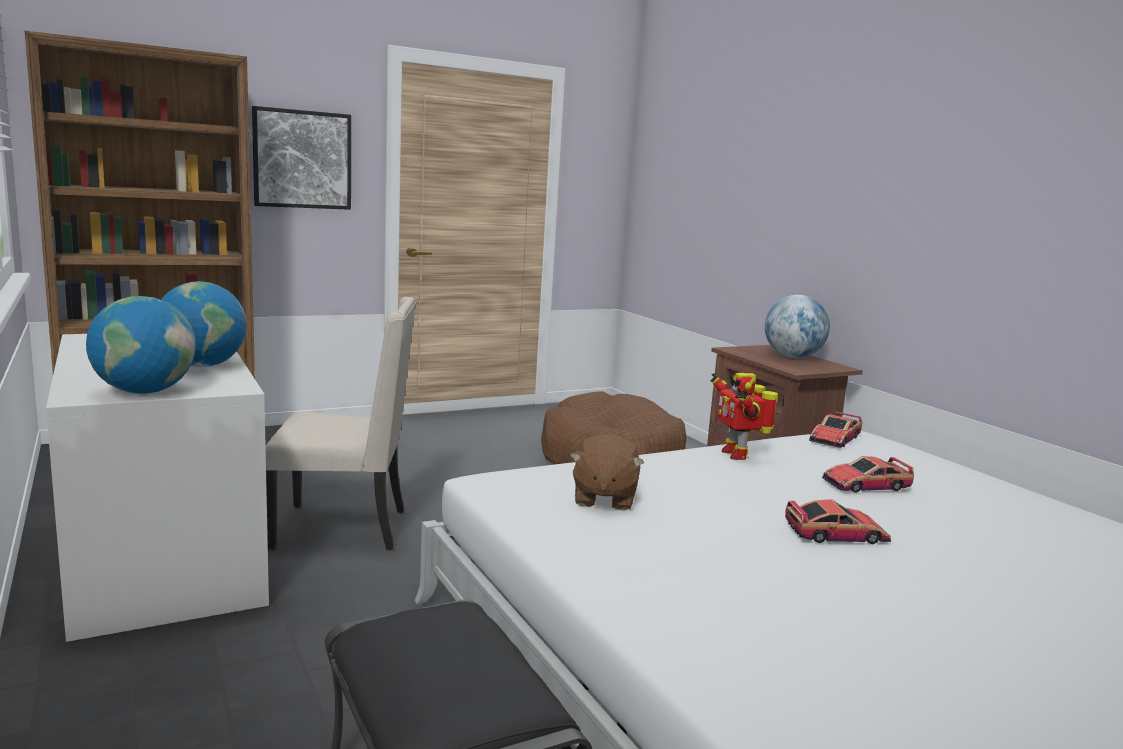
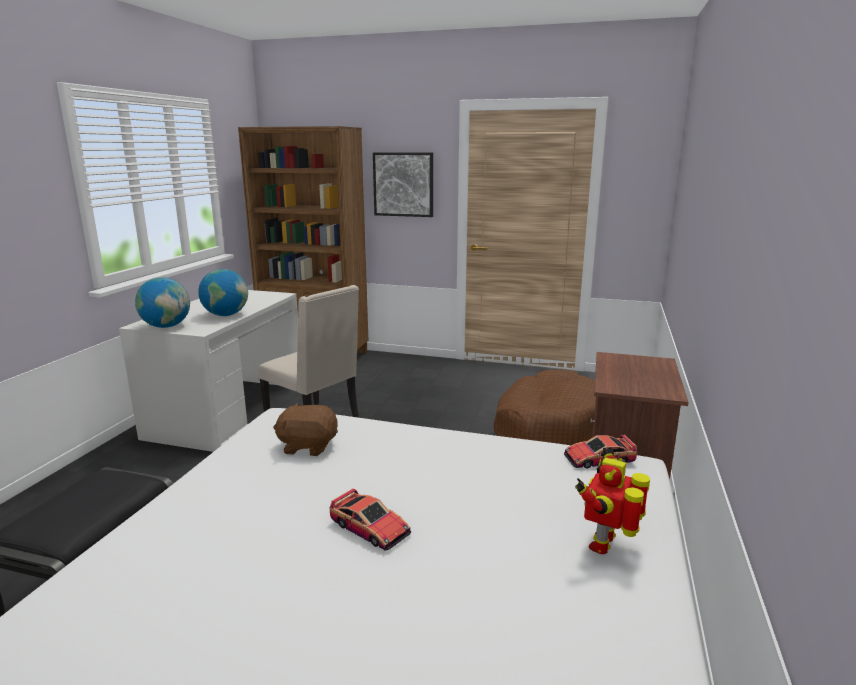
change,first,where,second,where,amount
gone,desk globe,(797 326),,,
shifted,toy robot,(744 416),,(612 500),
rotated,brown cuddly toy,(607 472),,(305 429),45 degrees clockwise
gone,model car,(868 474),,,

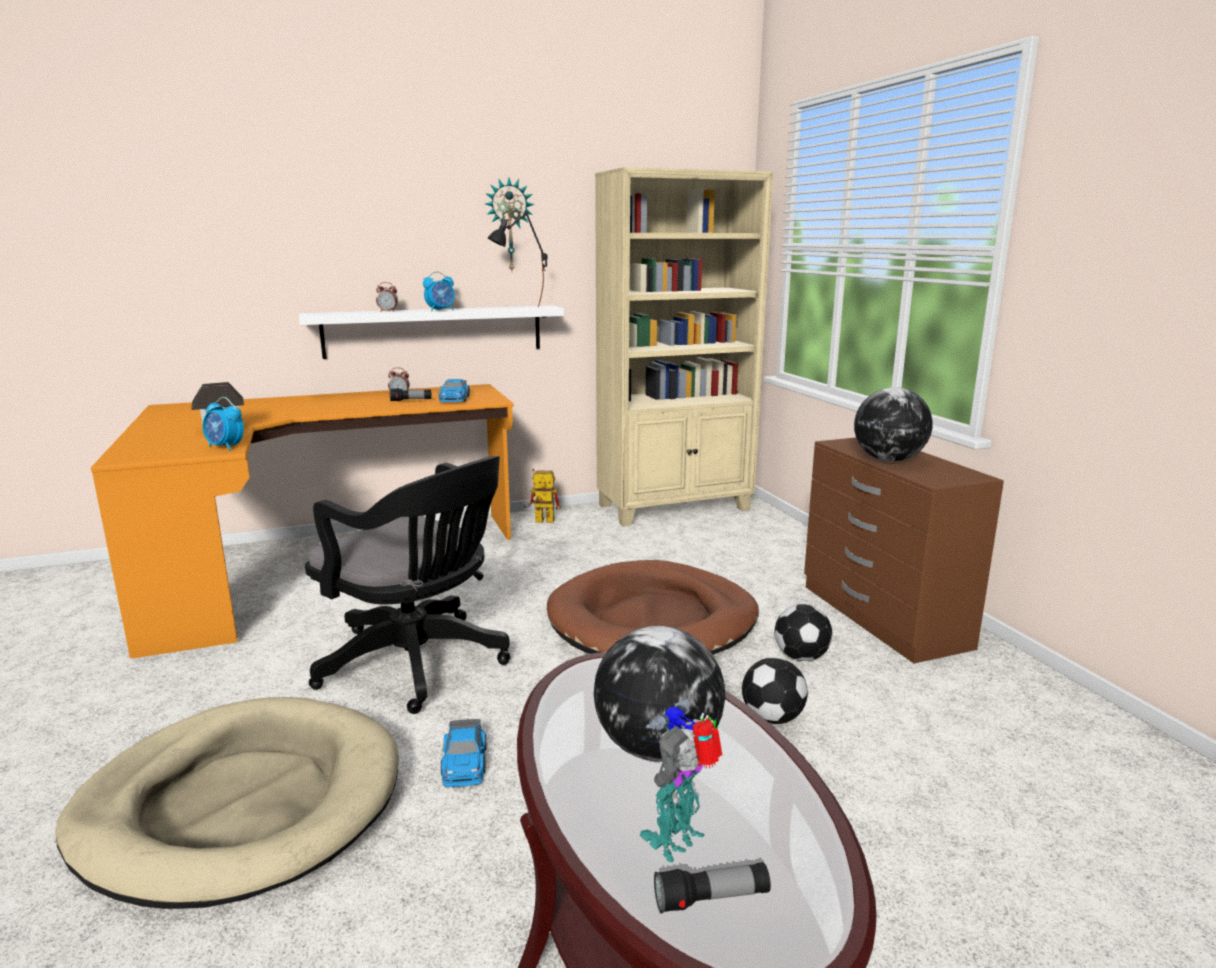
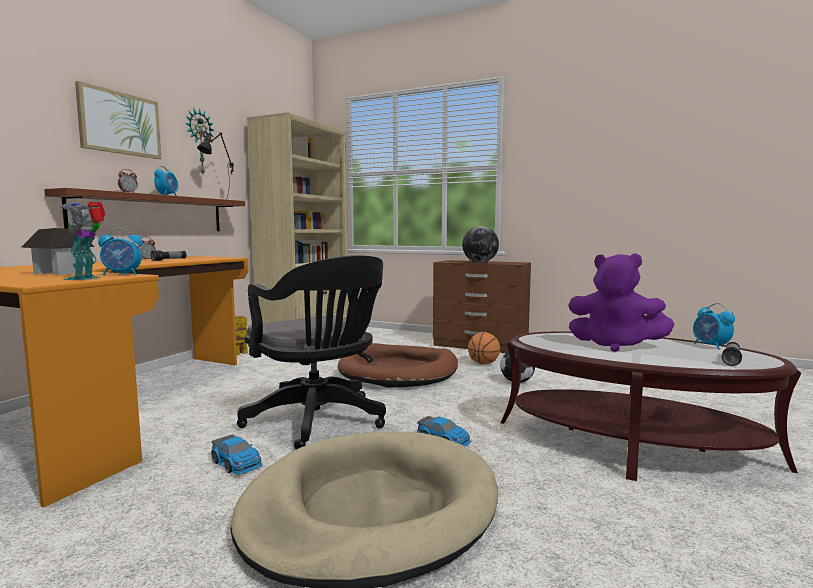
change,first,where,second,where,amount
repainted,white-coloured wall shelf,(431 332),brown wall shelf,(144 209),
shifted,model car,(454 390),,(237 455),
rotated,blackish computer chair,(407 585),,(311 352),60 degrees clockwise
swapped,football,(803 632),ball for basketball,(484 348),
swapped,desk globe,(659 694),purplish cuddly toy,(621 302),
shifted,toy robot,(681 781),,(83 240),
new,,,wall picture,(118 120),
new,,,alarm clock,(714 326),

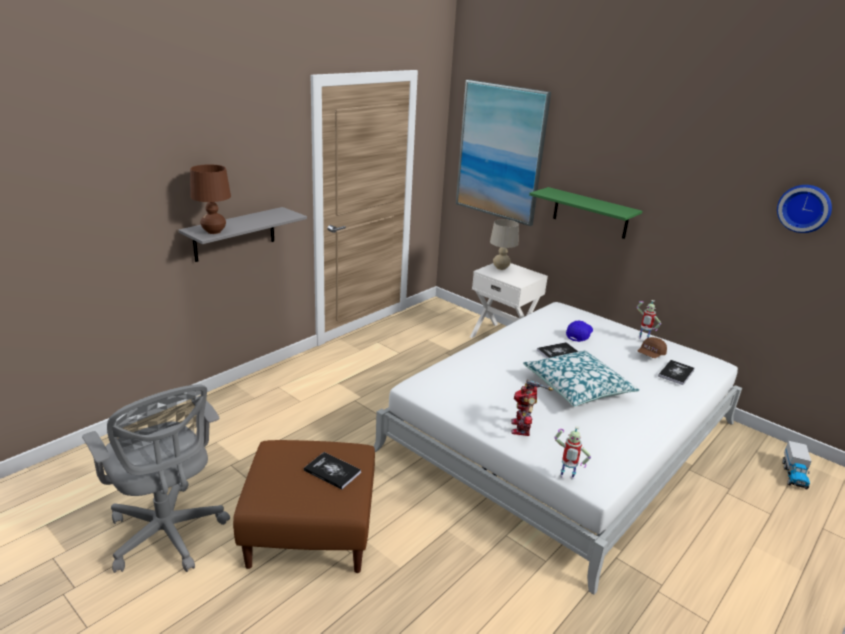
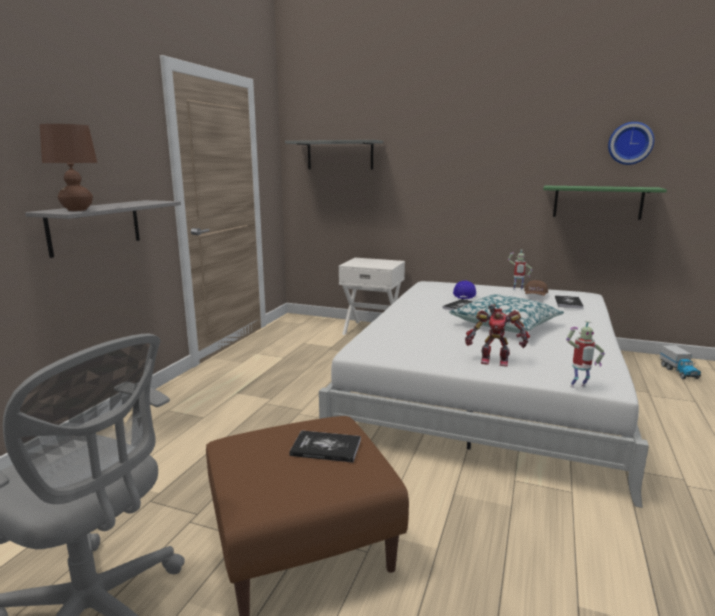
change,first,where,second,where,amount
swapped,wall picture,(503 153),gray wall shelf,(334 155),
shifted,green-coloured wall shelf,(585 213),,(605 203),
gone,beige-coloured table lamp,(504 244),,,
rotated,toy robot,(532 407),,(497 335),60 degrees counterclockwise

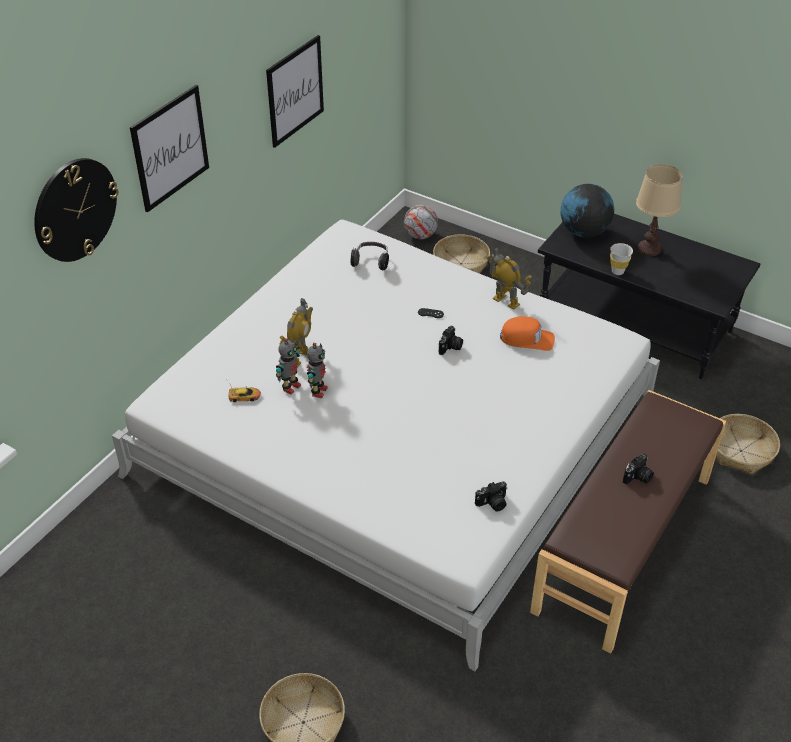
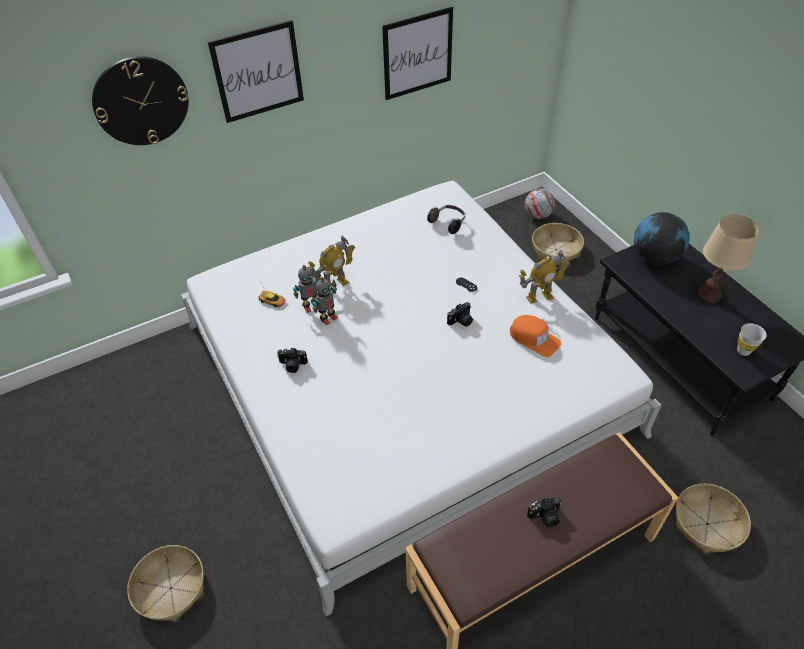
change,first,where,second,where,amount
shifted,white-coloured drinking cup,(621 259),,(752 339),
rotated,toy robot,(509 278),,(544 277),90 degrees clockwise
shifted,still camera,(491 496),,(292 360),

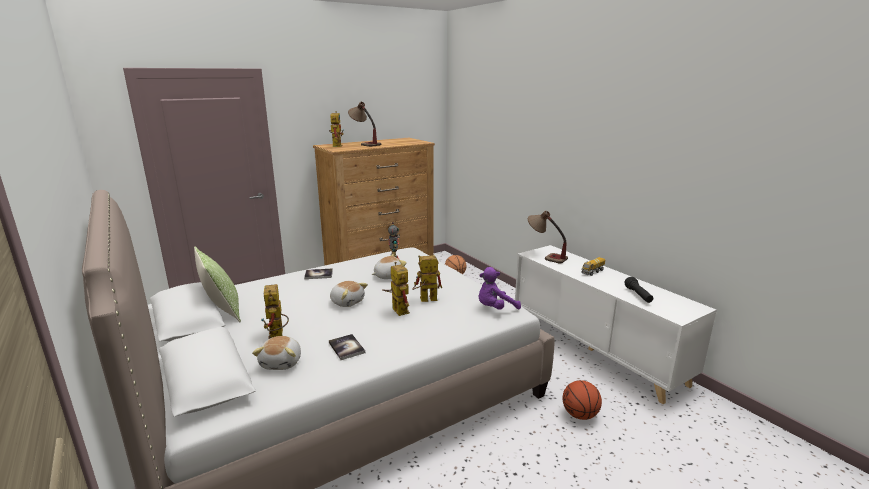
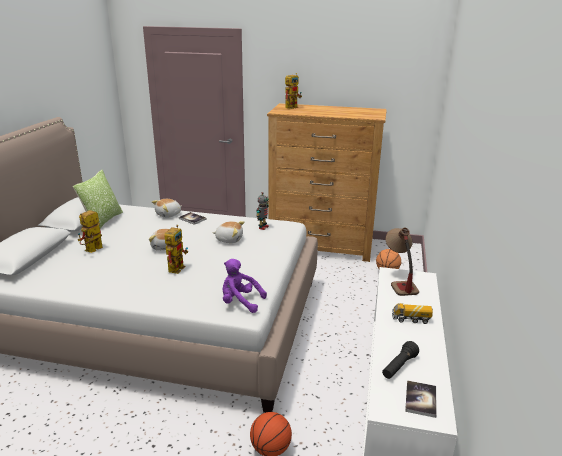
change,first,where,second,where,amount
gone,table lamp,(364 124),,,
gone,toy robot,(427 278),,,
shifted,volume,(347 347),,(421 399),
shifted,cuddly toy,(276 353),,(167 208),

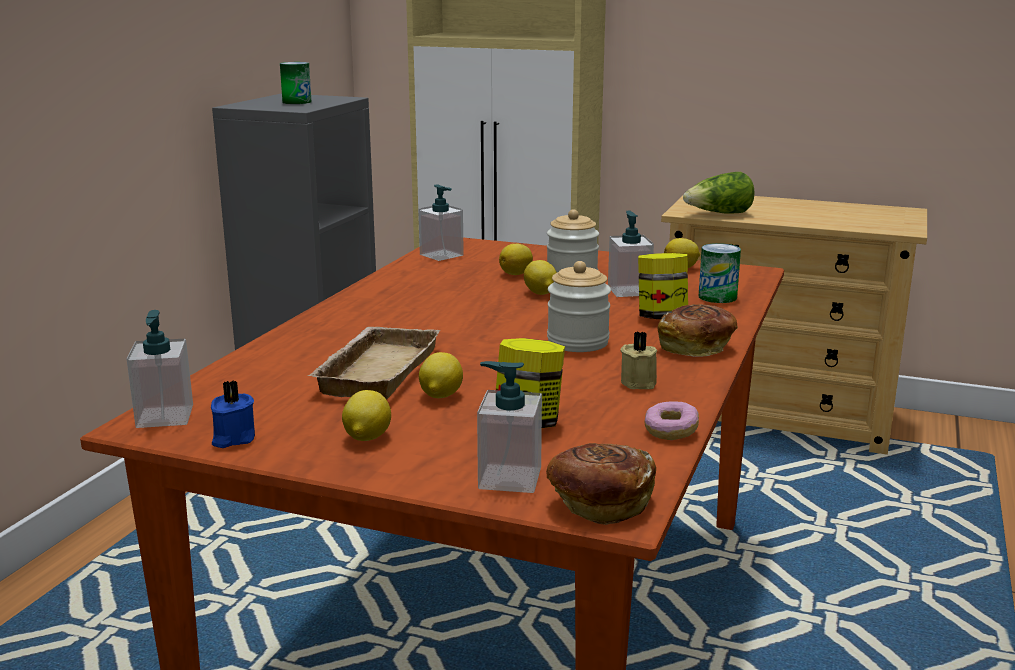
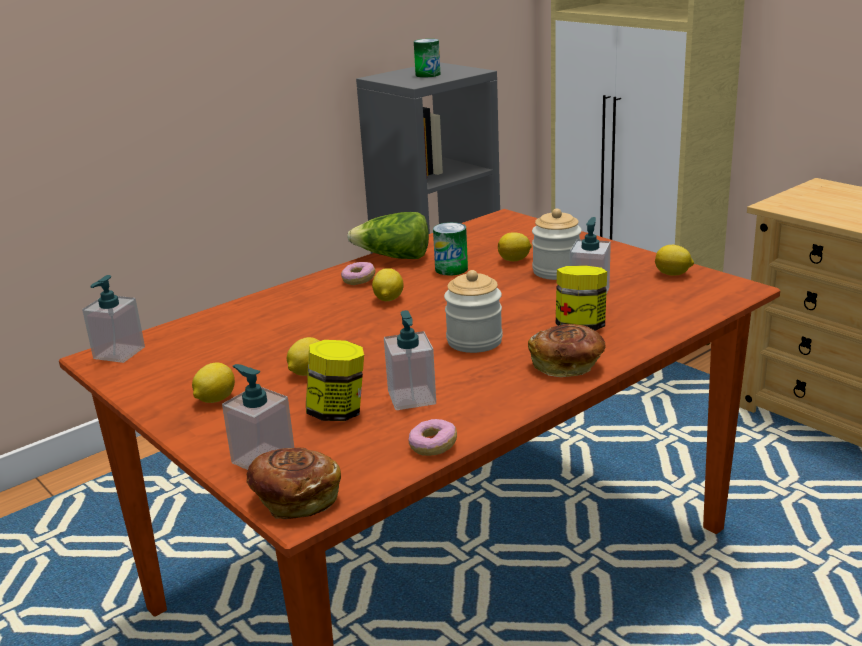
change,first,where,second,where,amount
shifted,lettuce,(719 193),,(388 235),
shifted,soap dispenser,(441 222),,(410 360),
shifted,sealed can,(720 273),,(450 248),
shifted,lemon,(540 277),,(388 284),
gone,beige-coloured carrying tray,(373 363),,,
gone,beige-coloured wax candle,(638 360),,,
gone,blue-coloured wax candle,(233 414),,,
new,,,donut,(358 273),

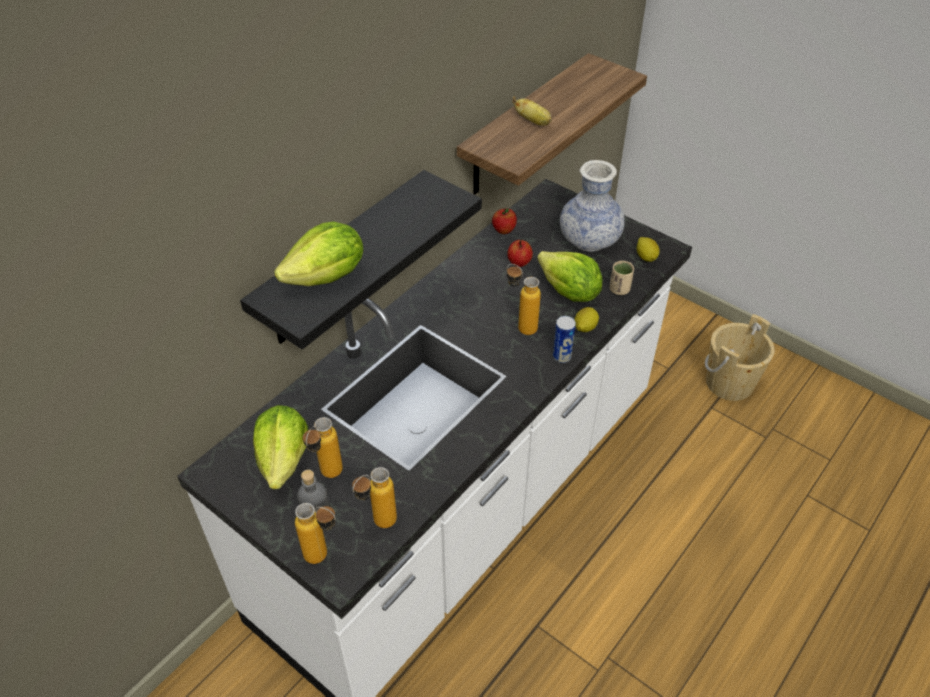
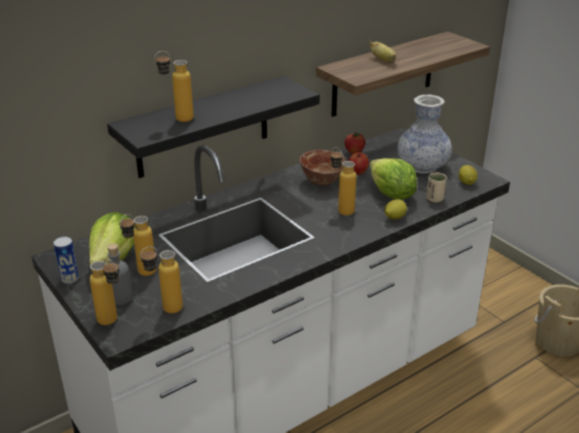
change,first,where,second,where,amount
swapped,lettuce,(318 254),beverage bottle,(174 86),
shifted,sealed can,(564 339),,(66 260),
new,,,bowl,(323 168),

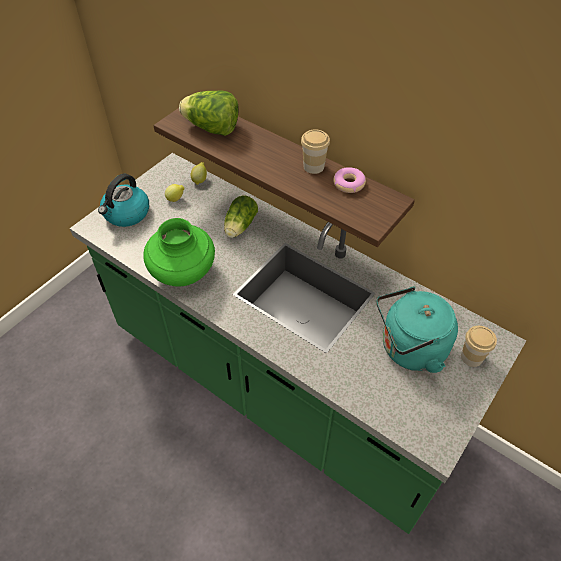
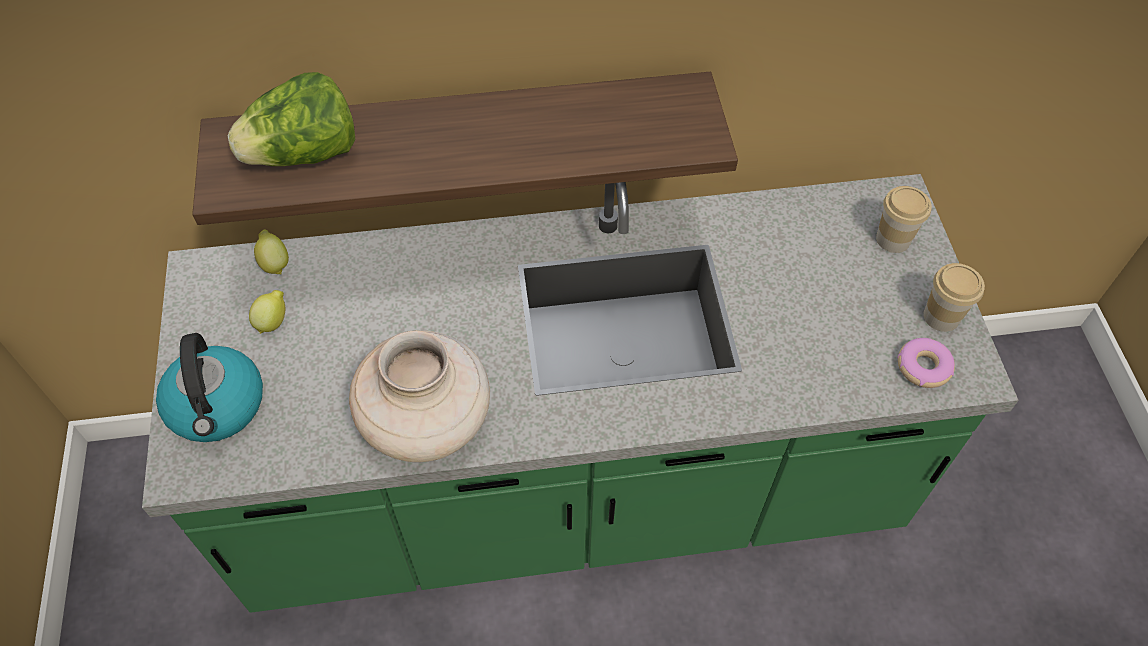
change,first,where,second,where,amount
shifted,drinking cup,(315 151),,(954 297),
shifted,donut,(349 180),,(926 363),
gone,lettuce,(241 217),,,
repainted,green-coloured vase,(179 252),beige-coloured vase,(419 396),
gone,blue-green tea kettle,(417 330),,,

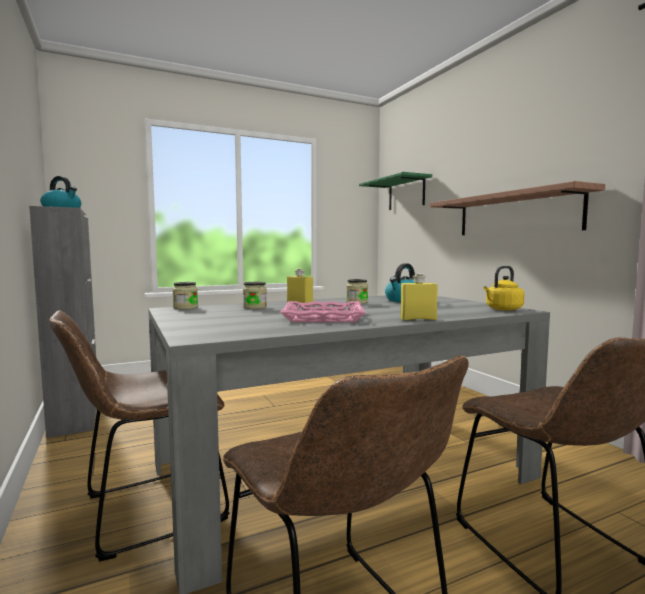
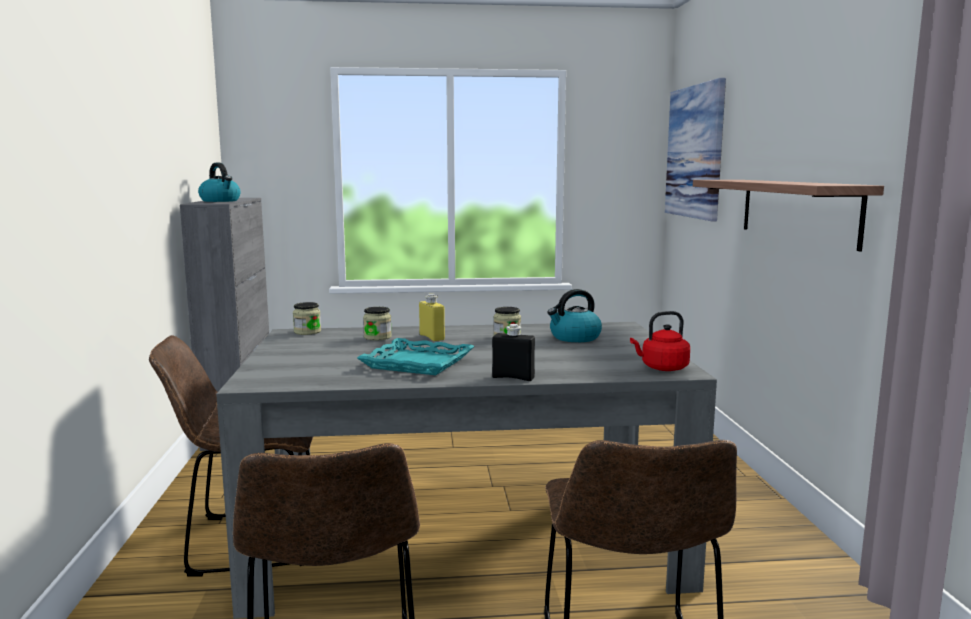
change,first,where,second,where,amount
swapped,green-coloured wall shelf,(395 191),wall picture,(695 149),
repainted,yellowish tea kettle,(504 288),red-coloured tea kettle,(660 341),
repainted,yellowish beverage bottle,(419 297),blackish beverage bottle,(513 352),
repainted,pinkish carrying tray,(323 311),blue-green carrying tray,(415 356),

